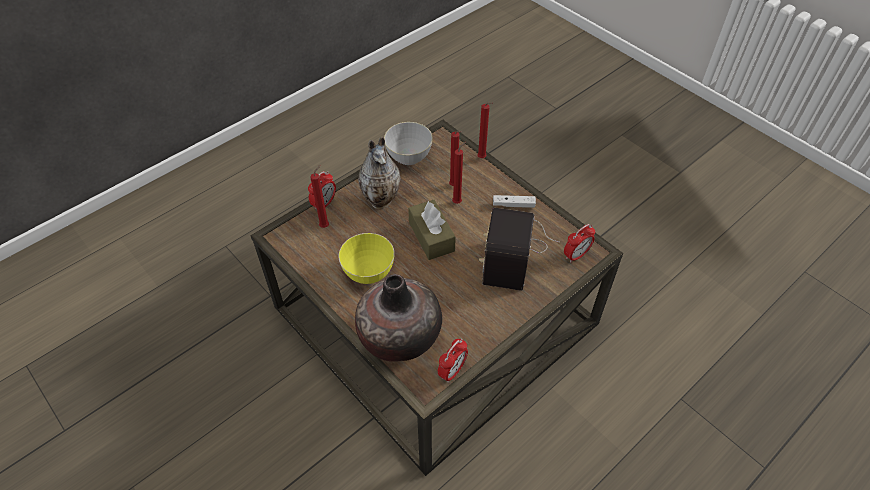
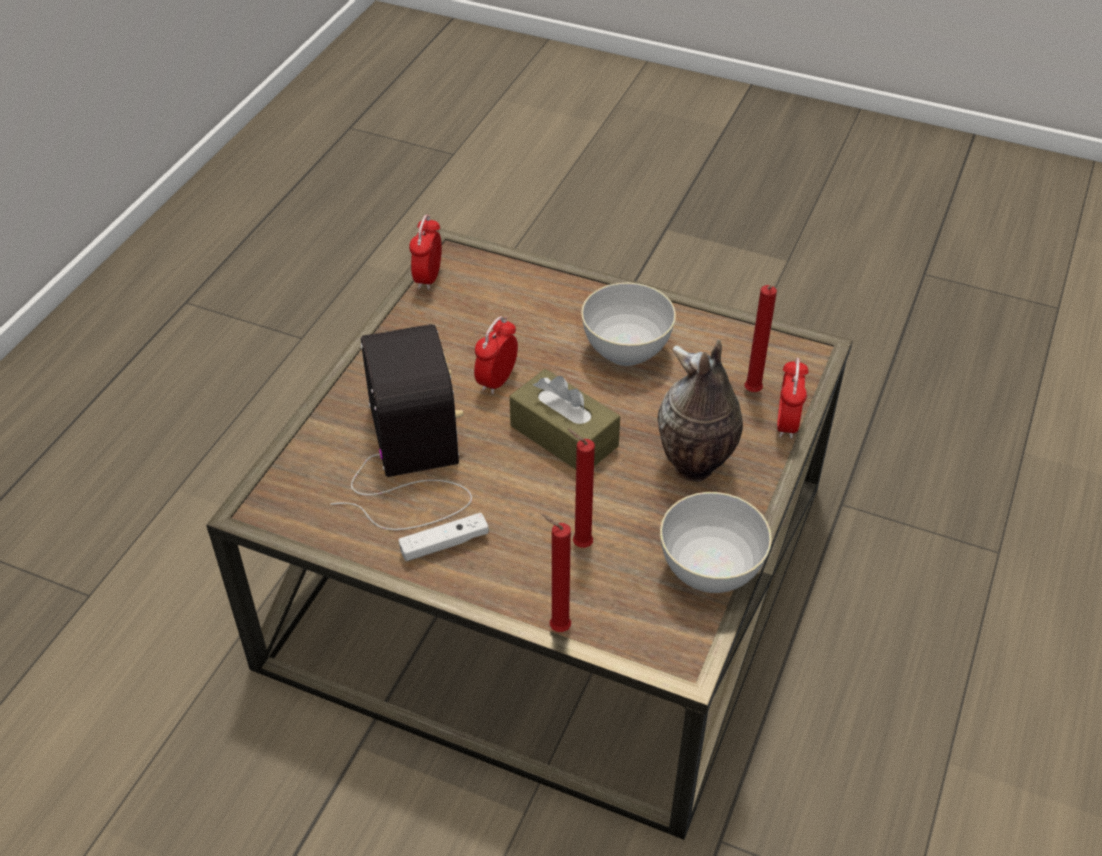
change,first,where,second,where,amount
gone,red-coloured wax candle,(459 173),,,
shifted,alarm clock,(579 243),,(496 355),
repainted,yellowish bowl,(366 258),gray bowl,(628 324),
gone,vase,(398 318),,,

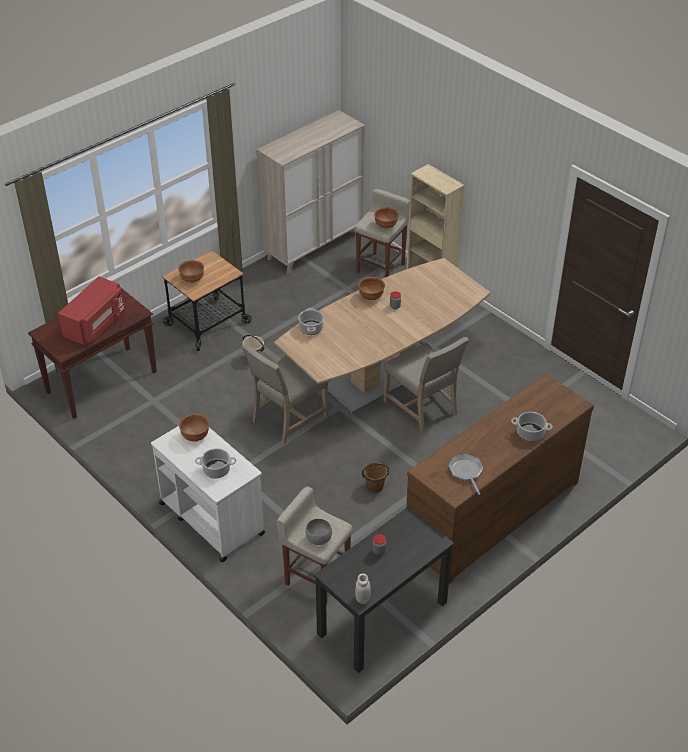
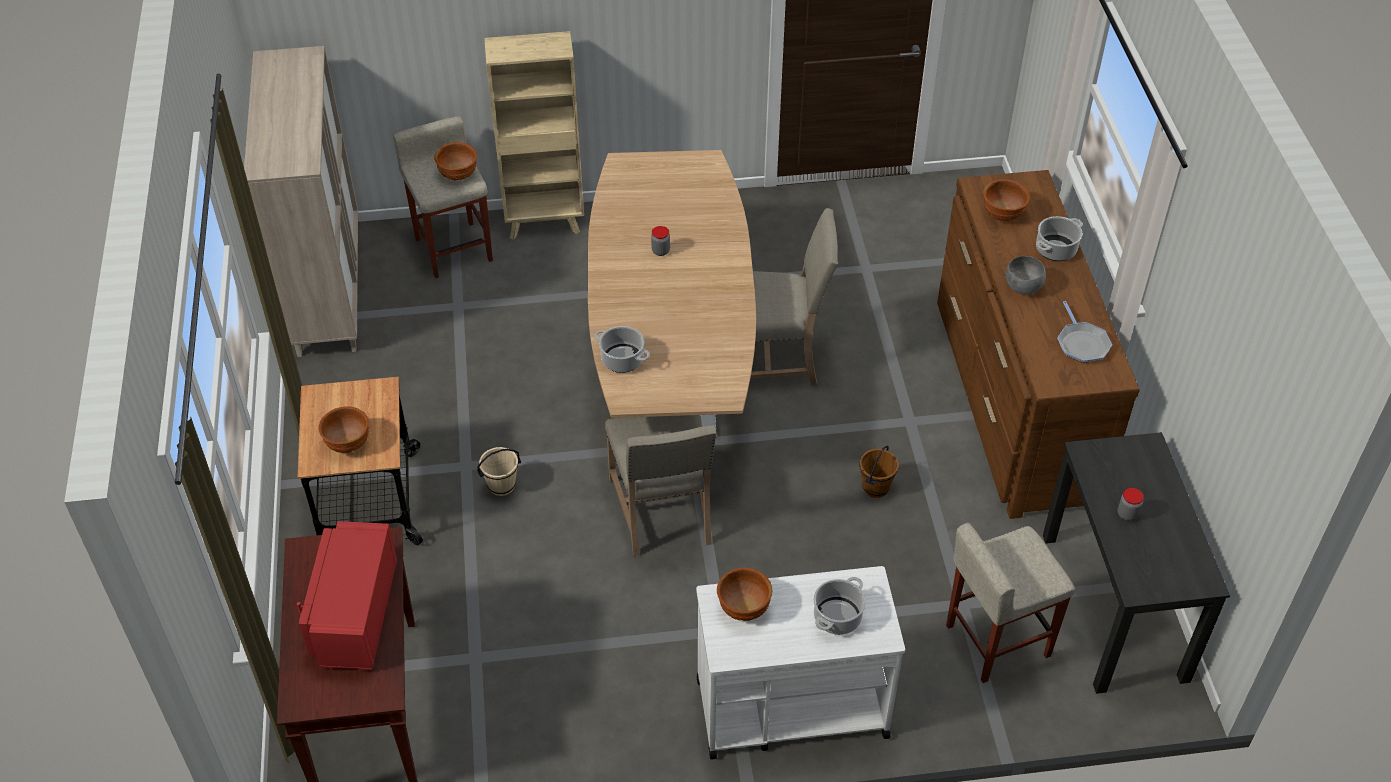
change,first,where,second,where,amount
rotated,red-coloured microwave oven,(91 310),,(347 595),150 degrees counterclockwise
shifted,brown bowl,(371 288),,(1006 200),
rotated,pan,(466 474),,(1085 332),120 degrees counterclockwise
shifted,gray bowl,(318 532),,(1026 275),
gone,white-coloured storage jar,(363 588),,,

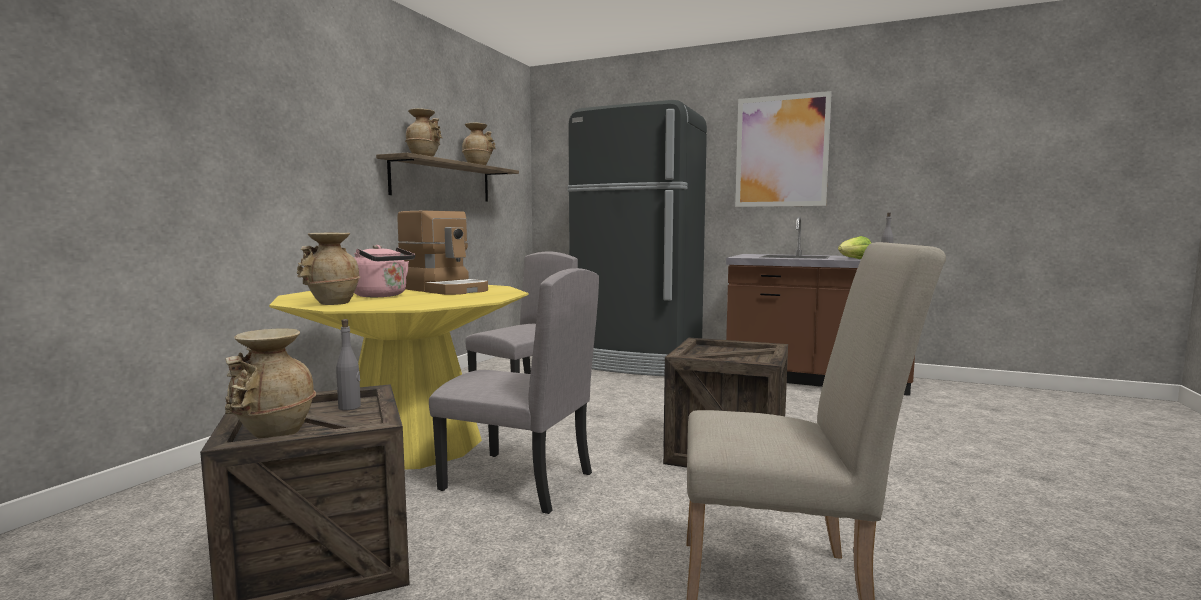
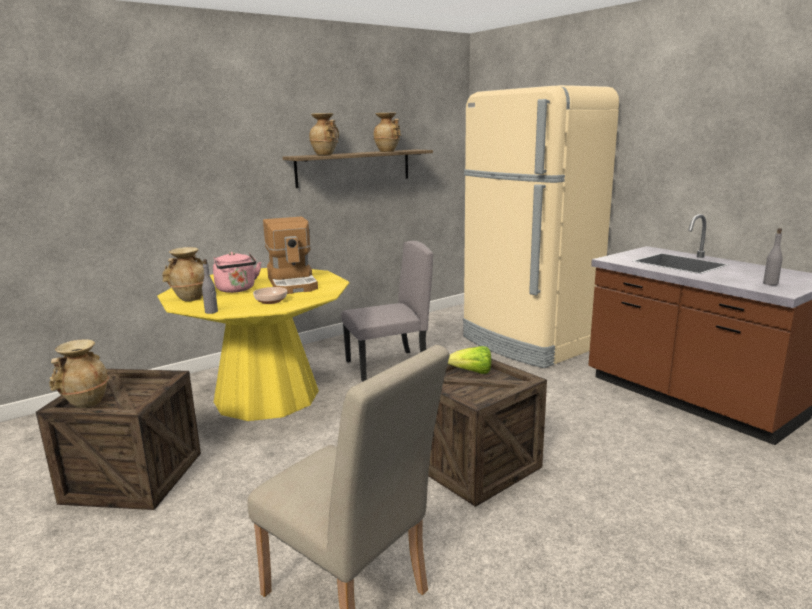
change,first,where,second,where,amount
gone,wall picture,(783 149),,,
repainted,blackish kitchen fridge,(637 238),beige-coloured kitchen fridge,(541 226),
shifted,lettuce,(854 247),,(469 360),
gone,gray plain chair,(514 391),,,
shifted,gray beverage bottle,(348 364),,(210 286),
new,,,bowl,(270 295),

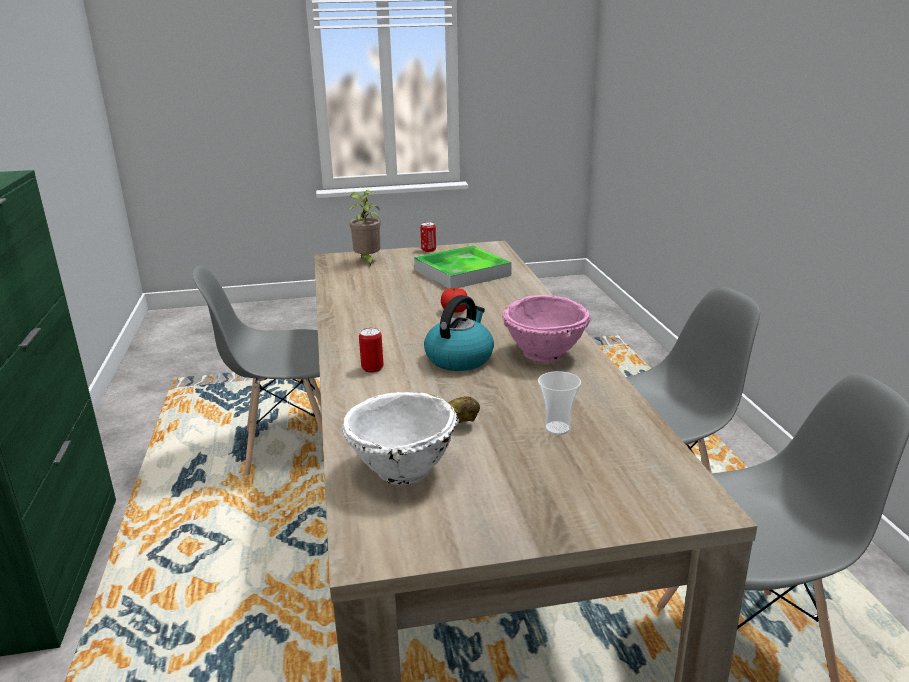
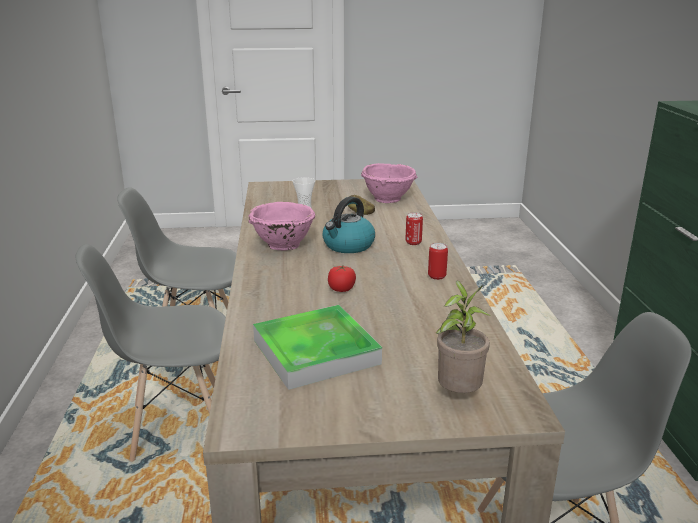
change,first,where,second,where,amount
shifted,sealed can,(428 237),,(438 261),
repainted,white-coloured bowl,(400 438),pinkish bowl,(389 183),

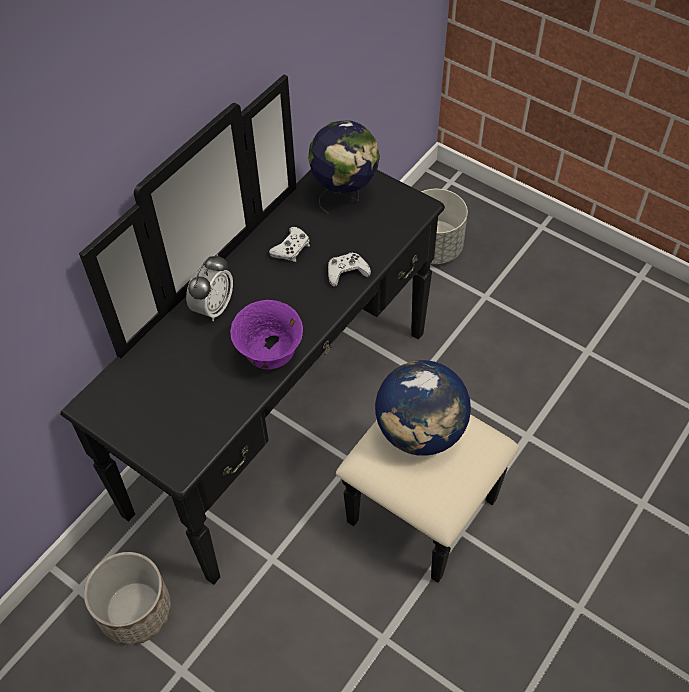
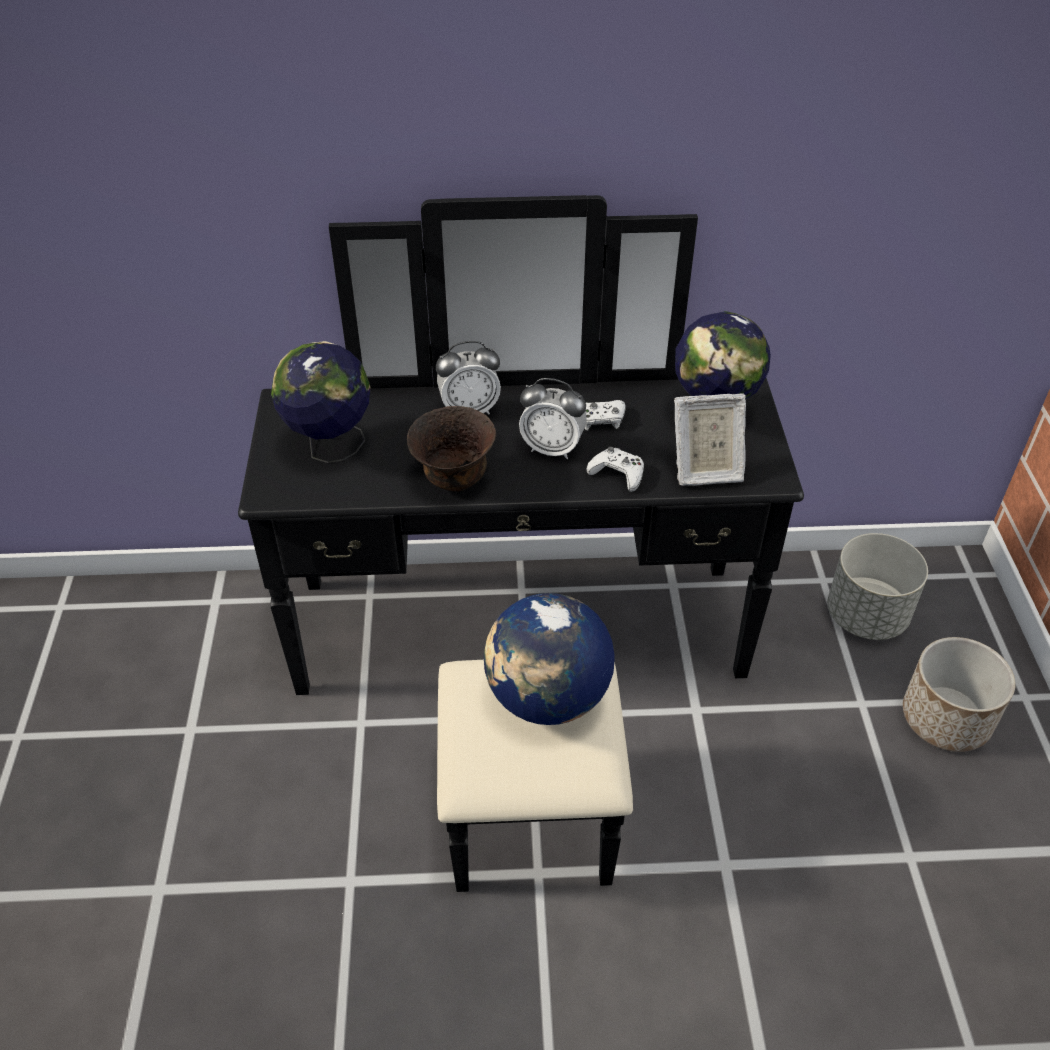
change,first,where,second,where,amount
repainted,purplish bowl,(266 334),brown bowl,(451 448),
shifted,planter,(127 598),,(959 694),
new,,,desk globe,(321 402),
new,,,alarm clock,(553 418),
new,,,standing frame,(710 439),

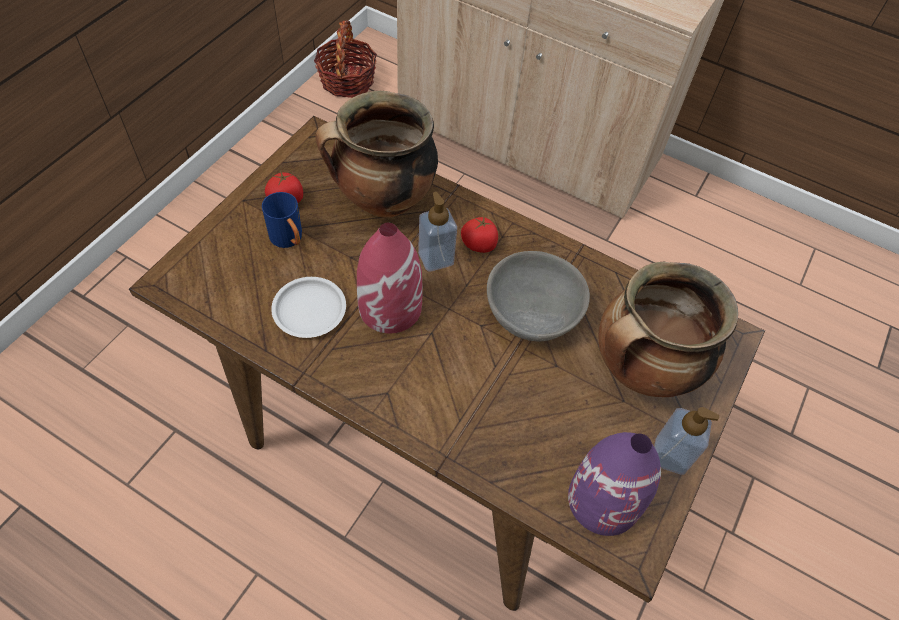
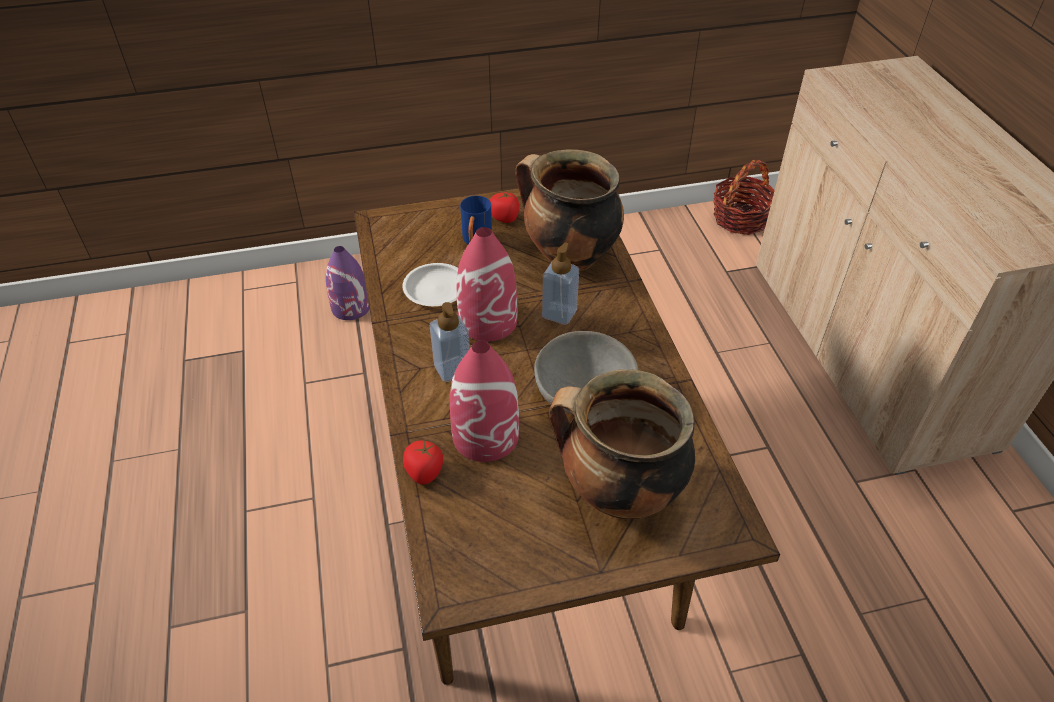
change,first,where,second,where,amount
shifted,fresh tomato,(479 234),,(423 462),
shifted,soap dispenser,(686 441),,(450 342),
shifted,purplish vase,(614 484),,(347 283),
new,,,red-coloured vase,(484 401),

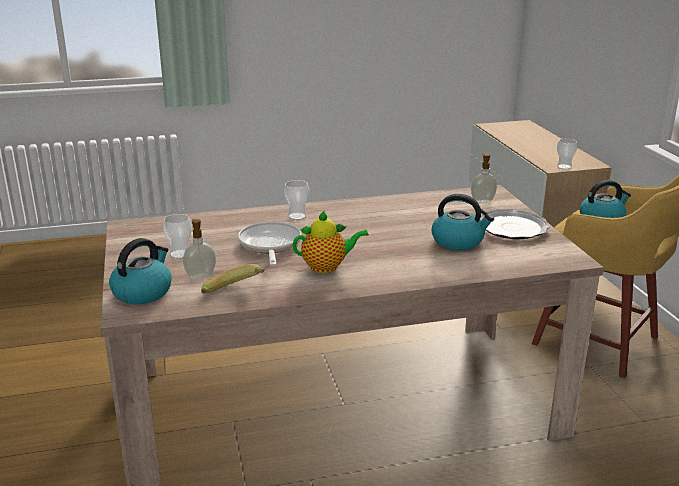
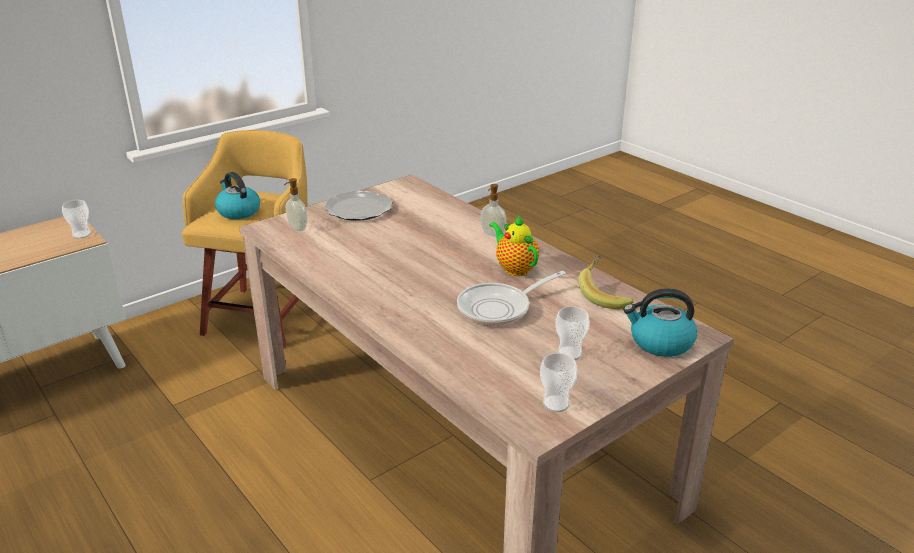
change,first,where,second,where,amount
shifted,drinking cup,(296 200),,(558 382),
gone,tea kettle,(462 222),,,
shifted,soap dispenser,(199 249),,(493 210),

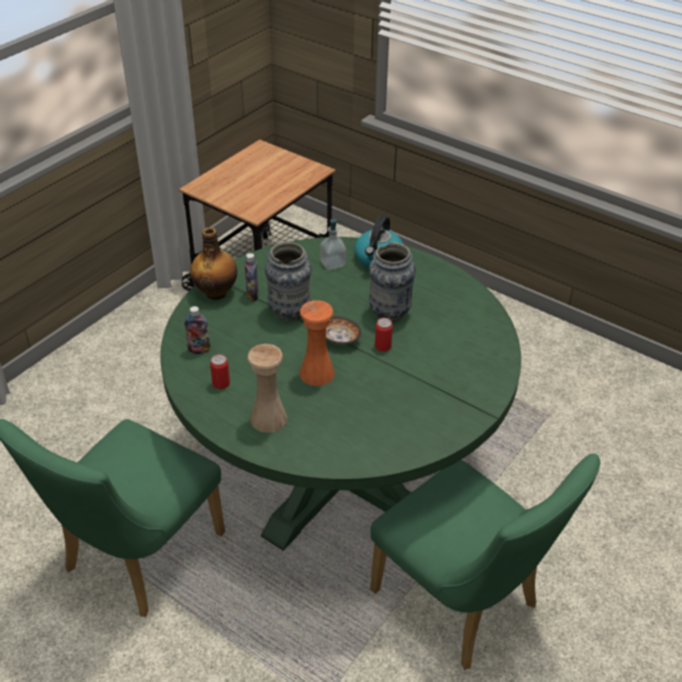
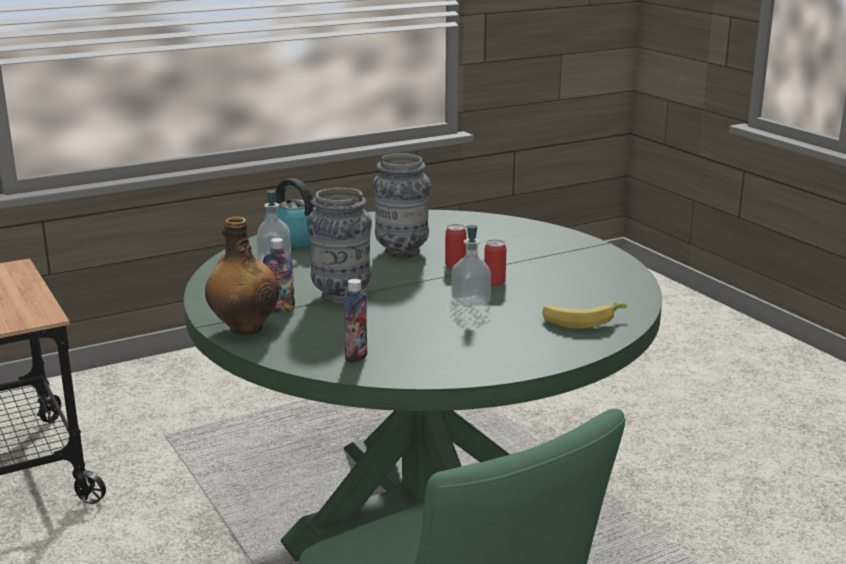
change,first,where,second,where,amount
swapped,orangey vase,(317 343),soap dispenser,(471 266),
gone,bowl,(343 330),,,
gone,beige-coloured vase,(267 388),,,
shifted,sealed can,(220 371),,(495 262),
gone,green-coloured plain chair,(485 561),,,
new,,,whole banana,(584 316),

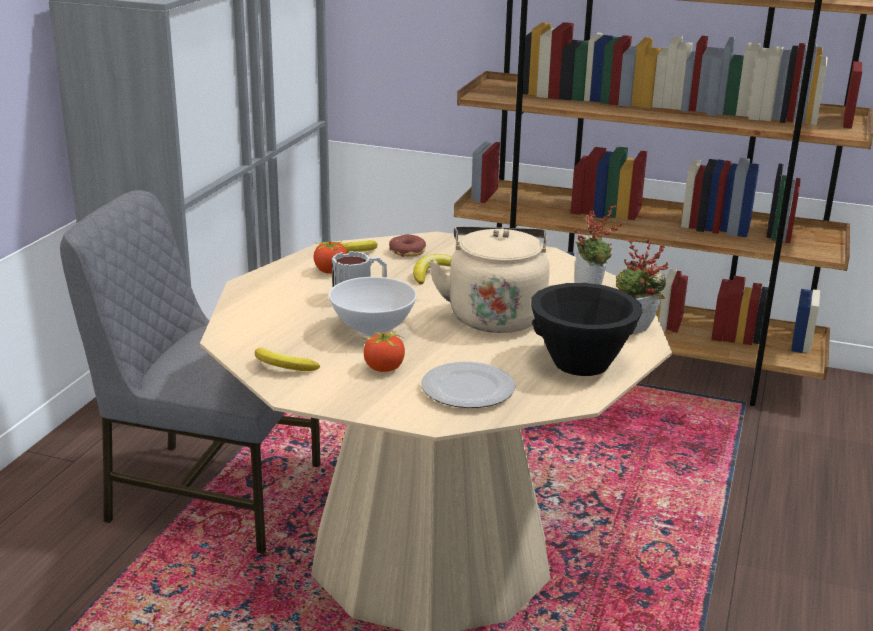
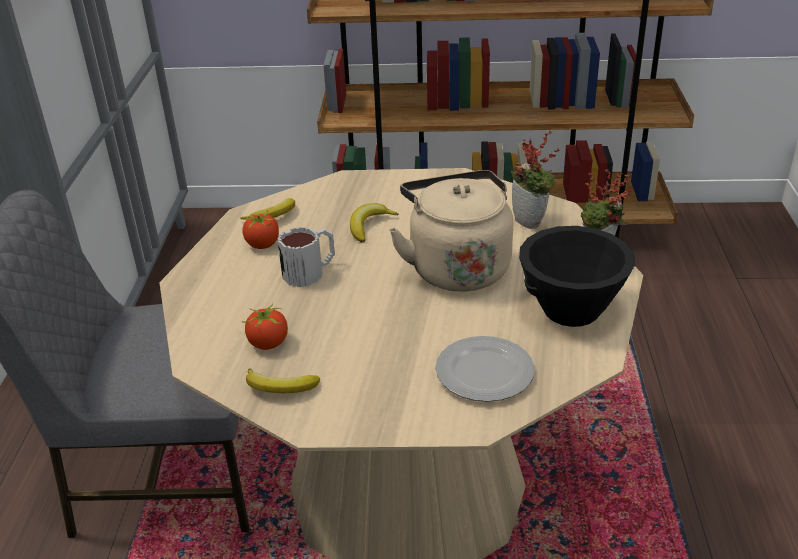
change,first,where,second,where,amount
gone,donut,(407 245),,,
gone,white-coloured bowl,(373 307),,,
shifted,fresh tomato,(383 351),,(265 326),

